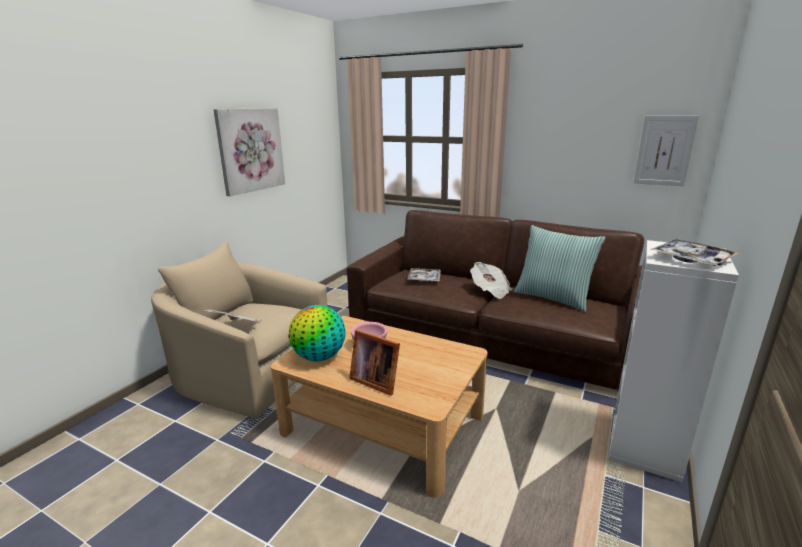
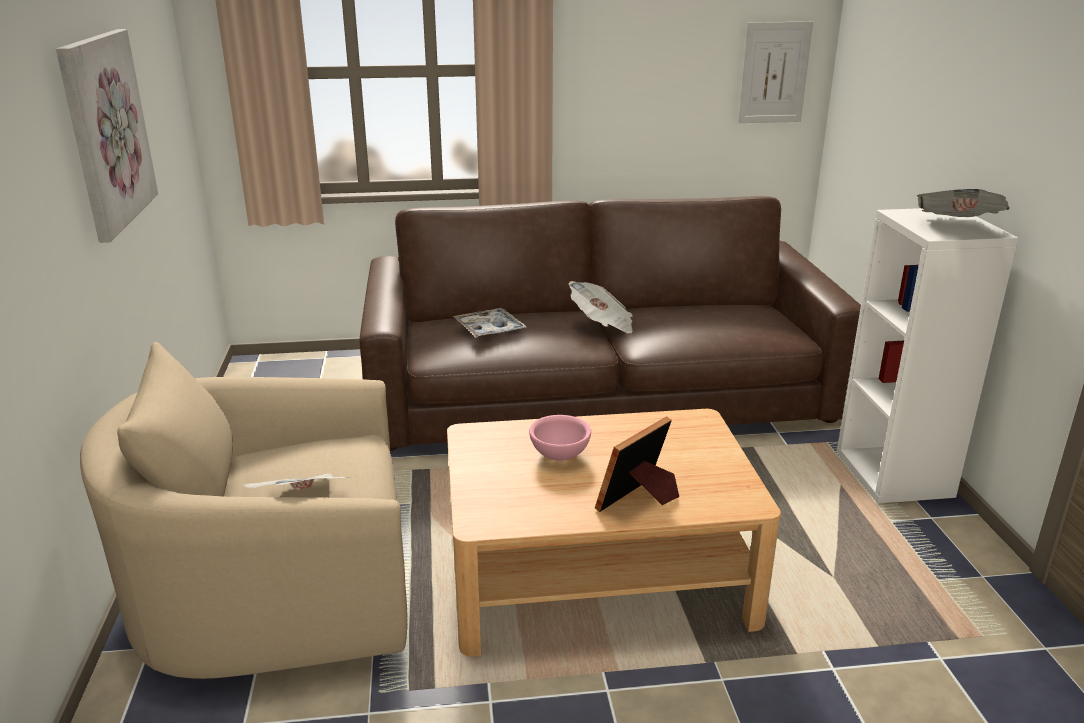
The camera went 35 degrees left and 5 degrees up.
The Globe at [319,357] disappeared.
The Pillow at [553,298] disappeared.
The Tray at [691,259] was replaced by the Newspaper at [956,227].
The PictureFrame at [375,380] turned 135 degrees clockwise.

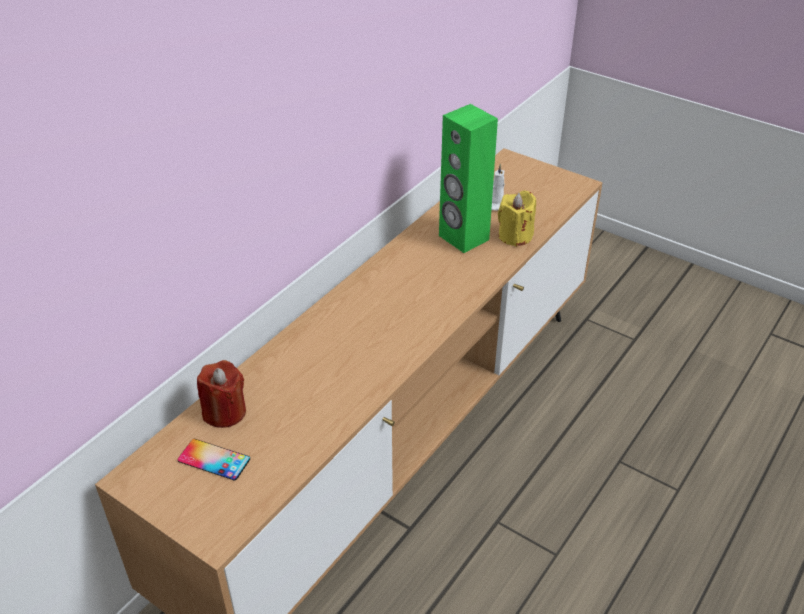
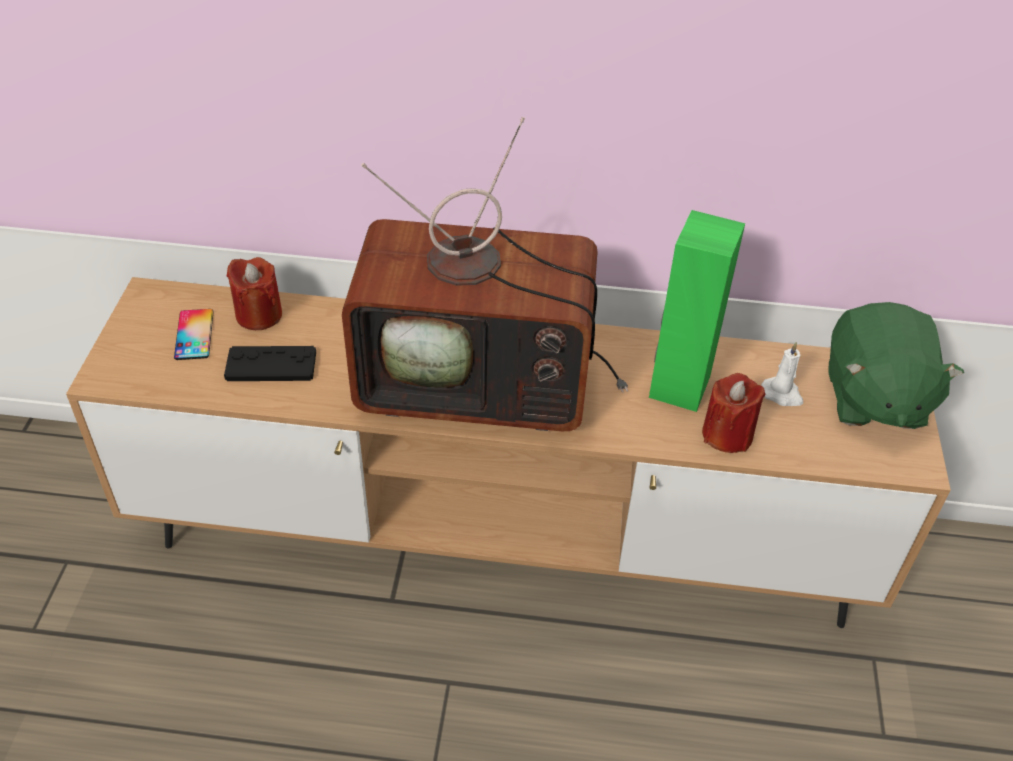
The camera went 60 degrees right and 5 degrees up.
The BlackGameController at [271,365] appeared.
The Television at [483,382] appeared.
The GreenPlushToy at [872,398] appeared.
The YellowCandle at [515,236] became the RedCandle at [727,434].

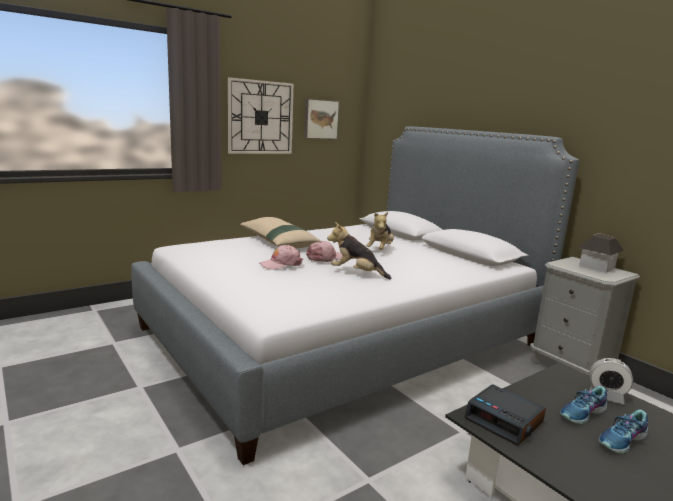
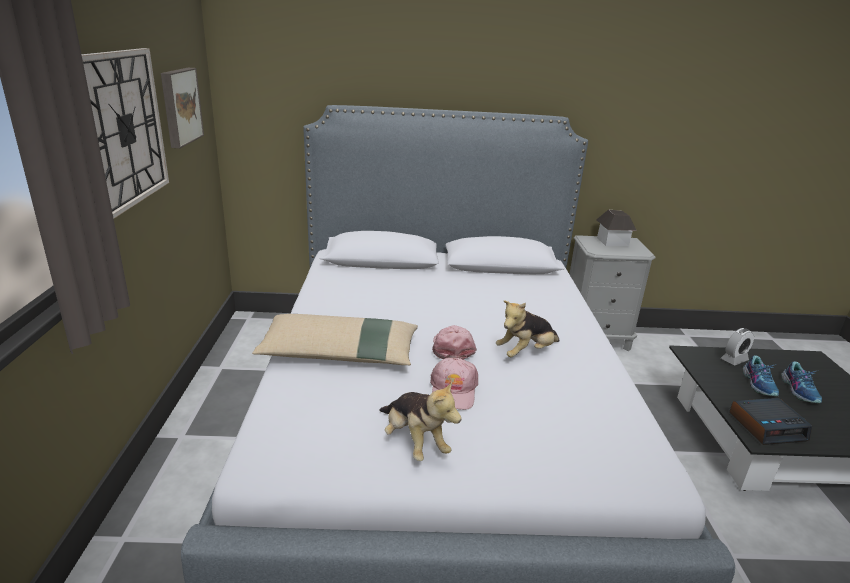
The camera went 55 degrees left and 10 degrees up.
The PlushToy moved from [380,250] to [414,442].

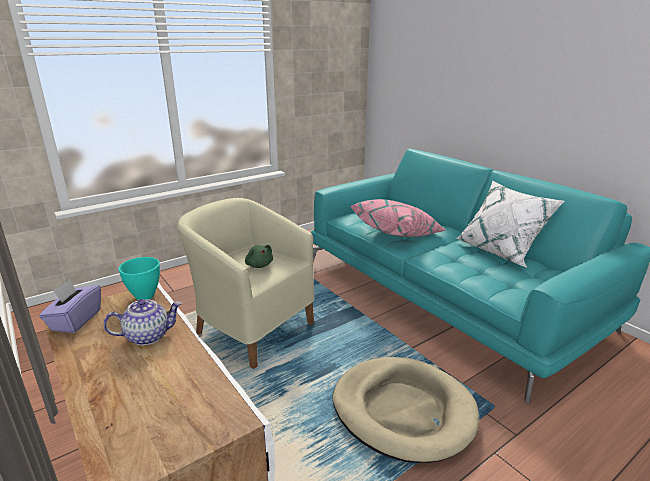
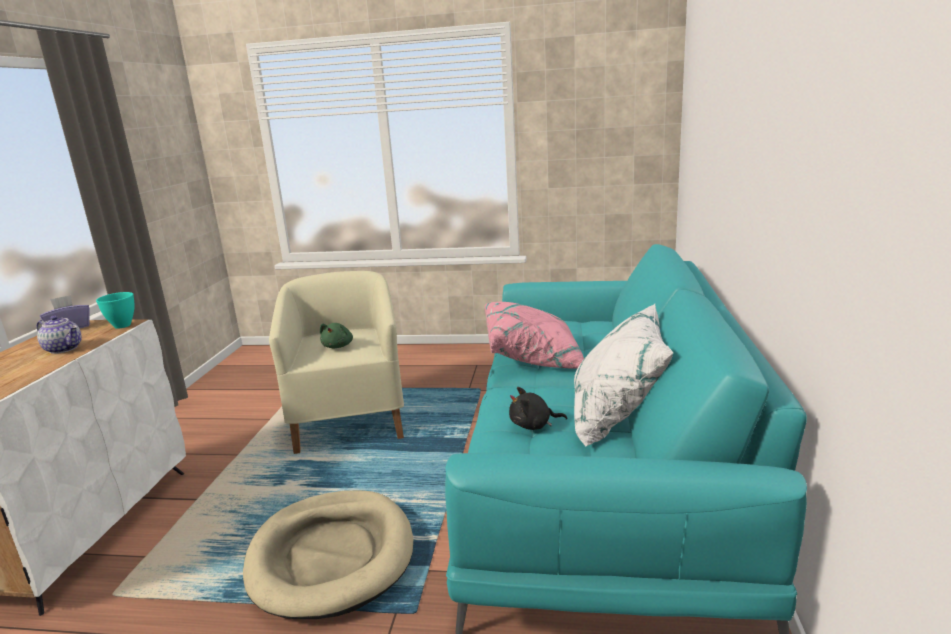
The camera went 45 degrees right and 5 degrees down.
The BlackPlushToy at [533,425] appeared.

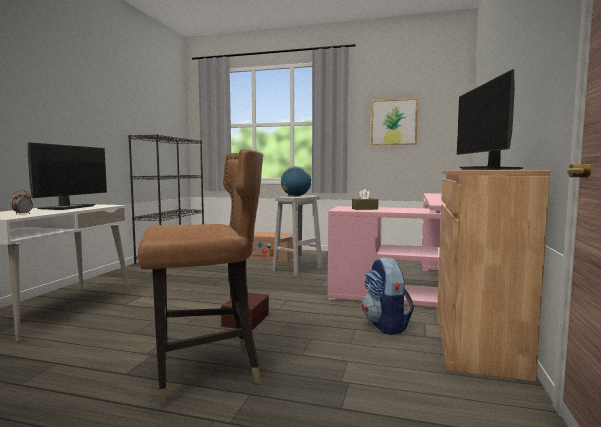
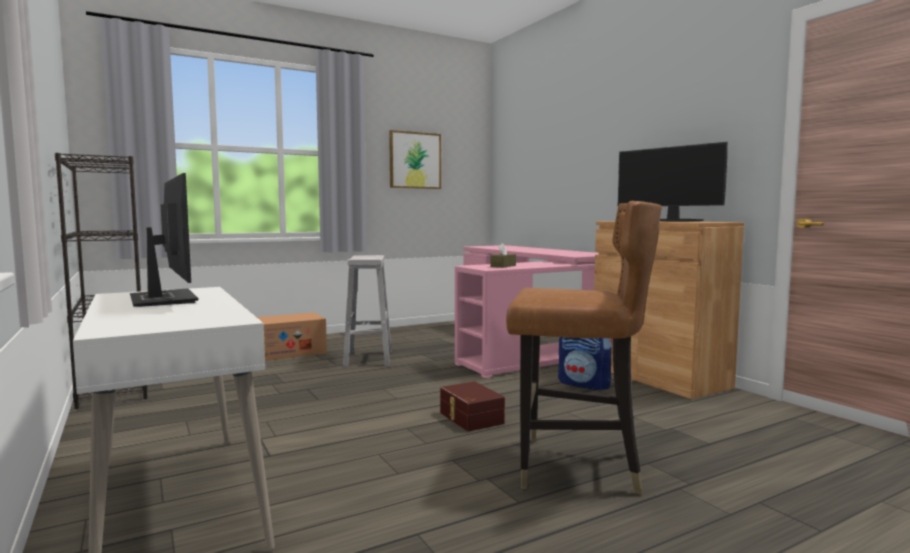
The camera went 45 degrees left and 0 degrees up.
The AlarmClock at [23,214] disappeared.
The Globe at [296,196] disappeared.
The BrownChair at [205,372] turned 75 degrees clockwise.

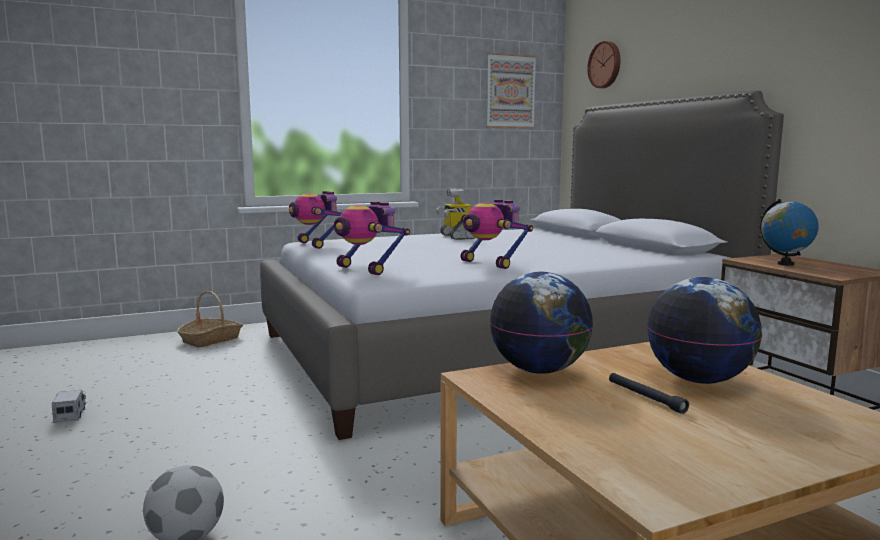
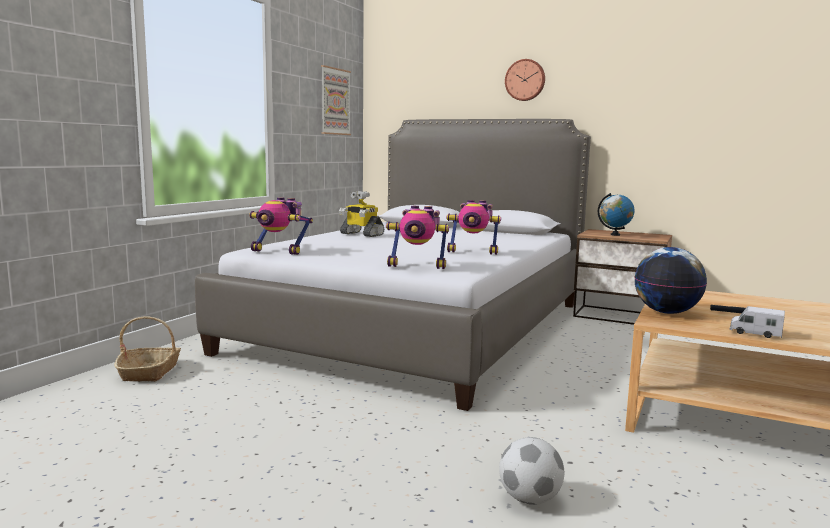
The camera went 40 degrees left and 0 degrees up.
The Globe at [699,380] disappeared.
The ToyTruck moved from [70,415] to [755,333].
The WallClock moved from [605,65] to [525,80].

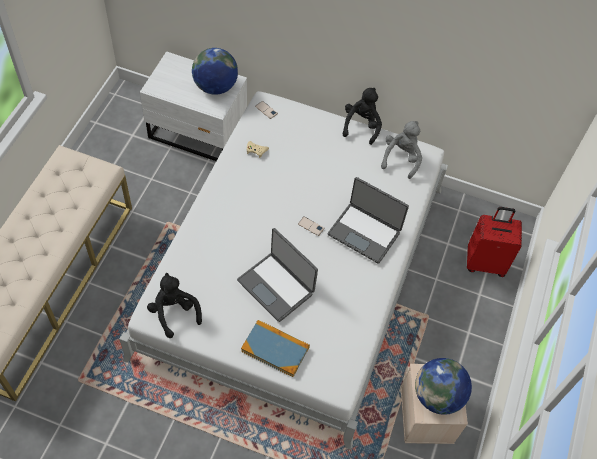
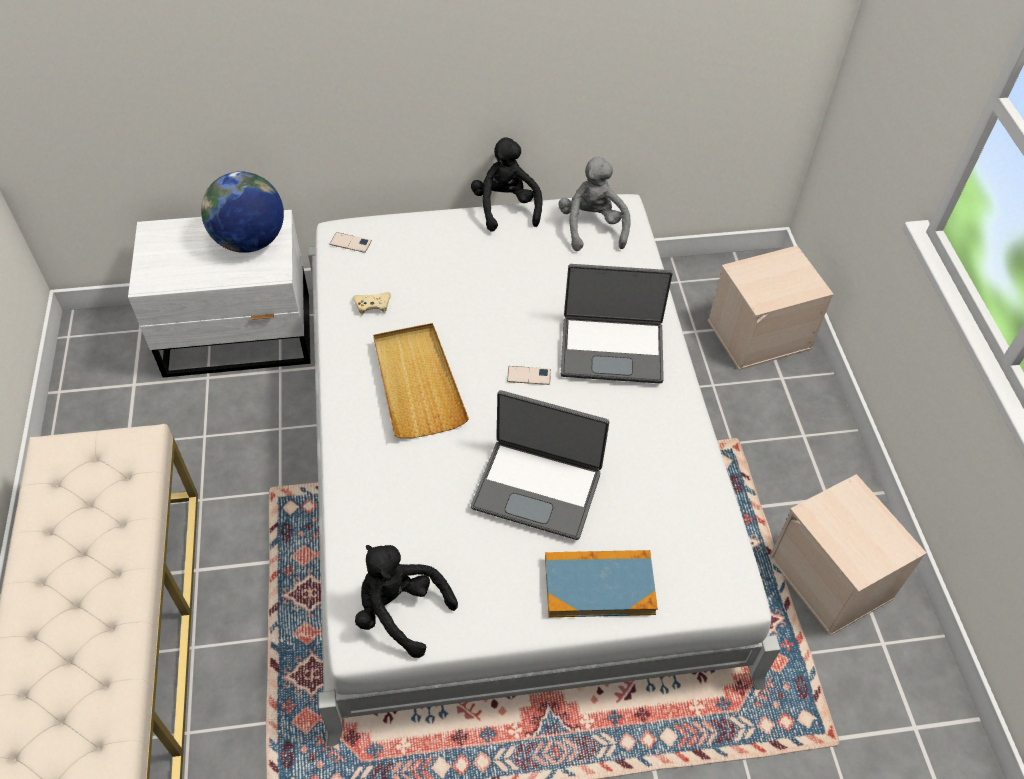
The camera went 25 degrees left and 5 degrees down.
The Globe at [437,396] disappeared.
The BeigeTray at [417,382] appeared.
The RedSuitcase at [485,262] was replaced by the BeigeStorageBox at [759,333].

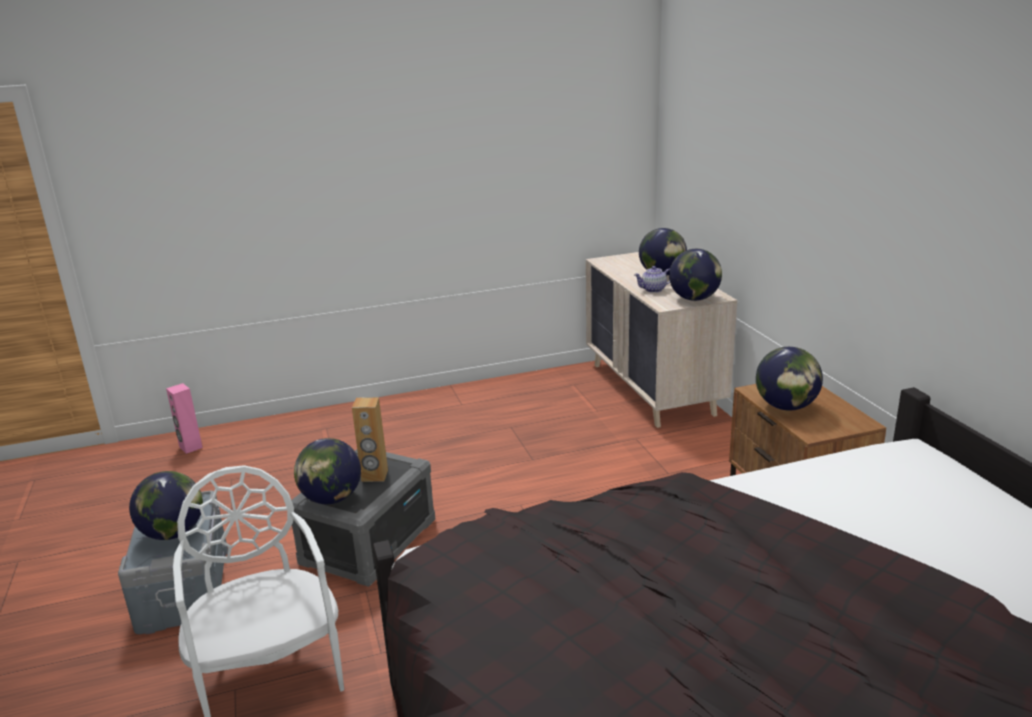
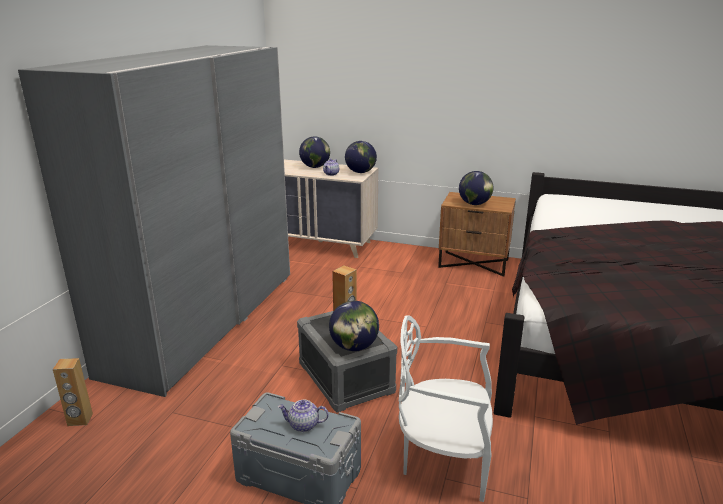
The camera went 55 degrees left and 0 degrees up.
The GreyWardrobe at [204,320] appeared.
The Globe at [173,533] was replaced by the Teapot at [303,425].
The PinkSpeaker at [190,447] became the BrownSpeaker at [80,420].

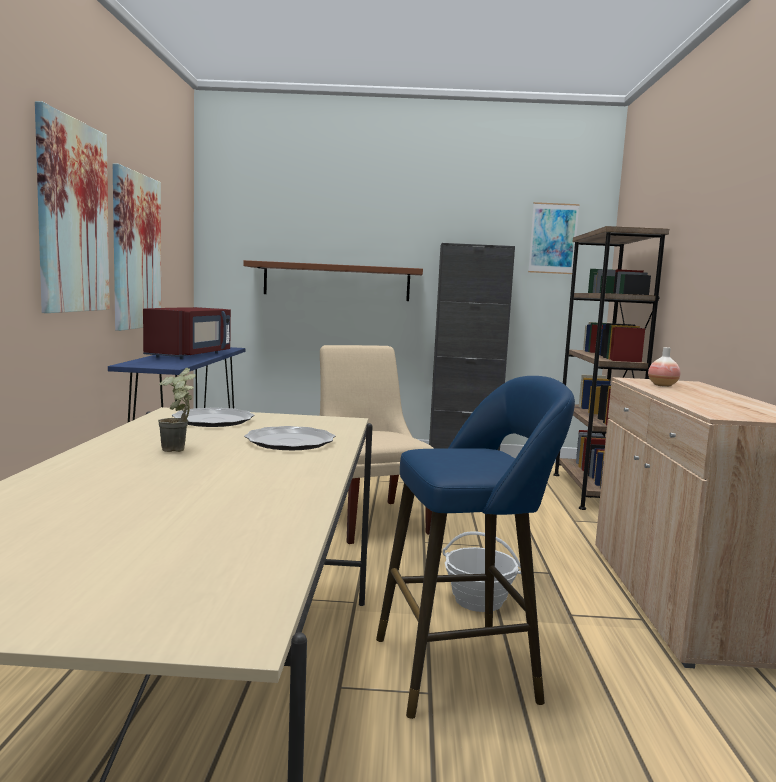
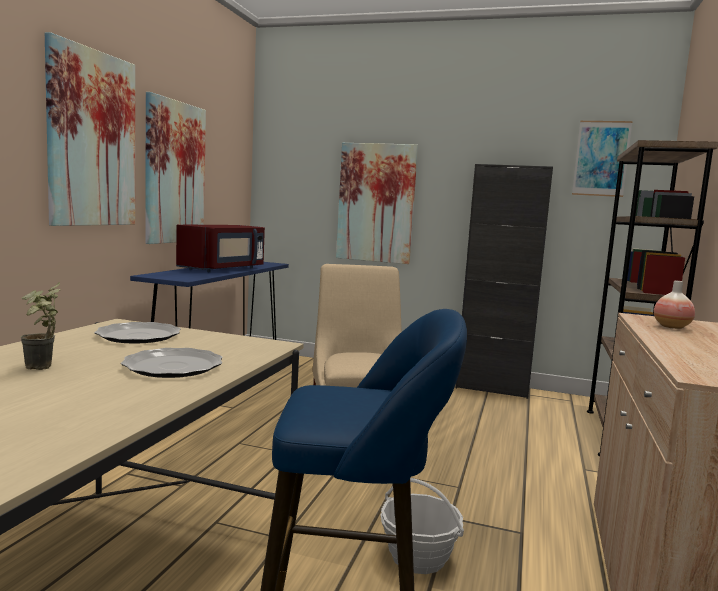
The camera went 15 degrees right and 0 degrees up.
The BrownShelf at [336,281] was replaced by the Picture at [376,203].

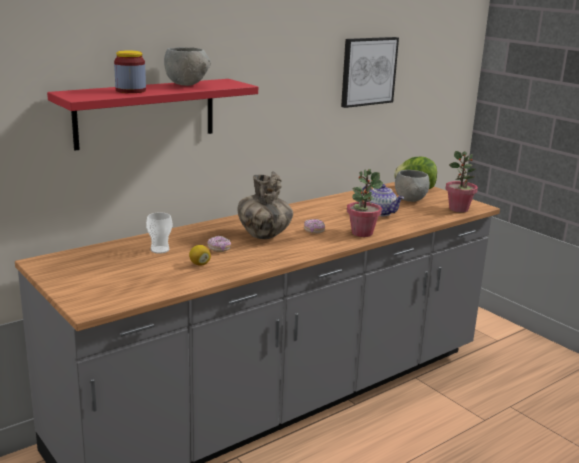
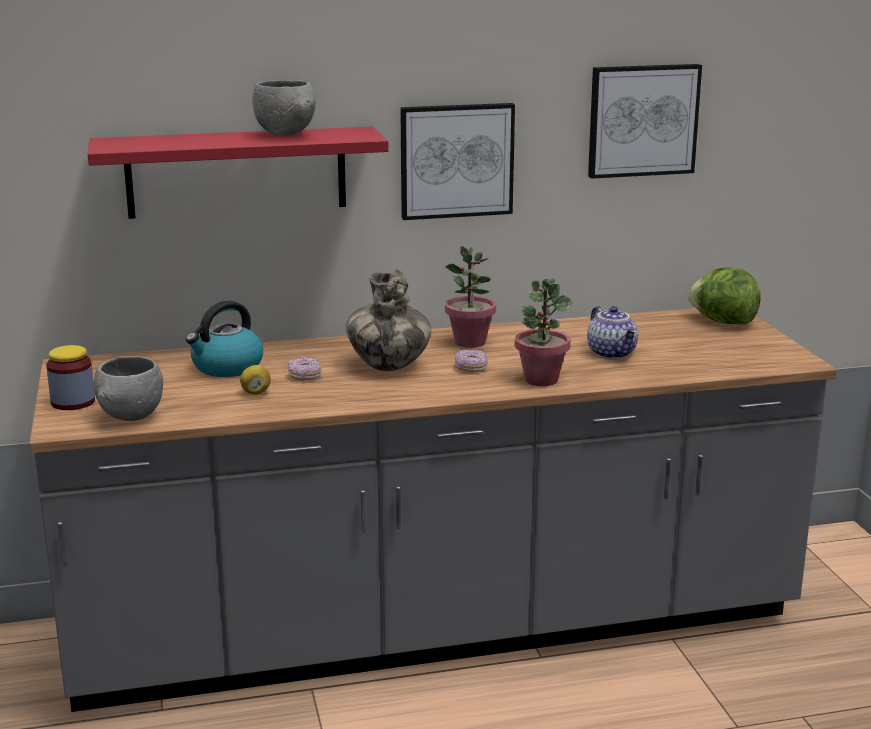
The camera went 25 degrees right and 0 degrees up.
The Picture at [456,160] appeared.
The Jar moved from [130,90] to [73,402].
The GreyBowl moved from [410,201] to [130,418].
The PottedPlant moved from [458,209] to [470,342].
The Cup at [160,250] was replaced by the Kettle at [227,367].

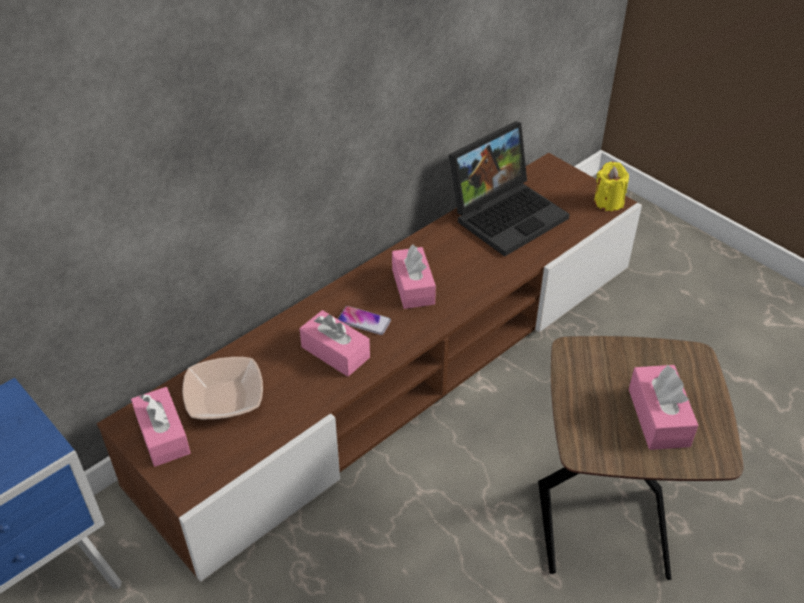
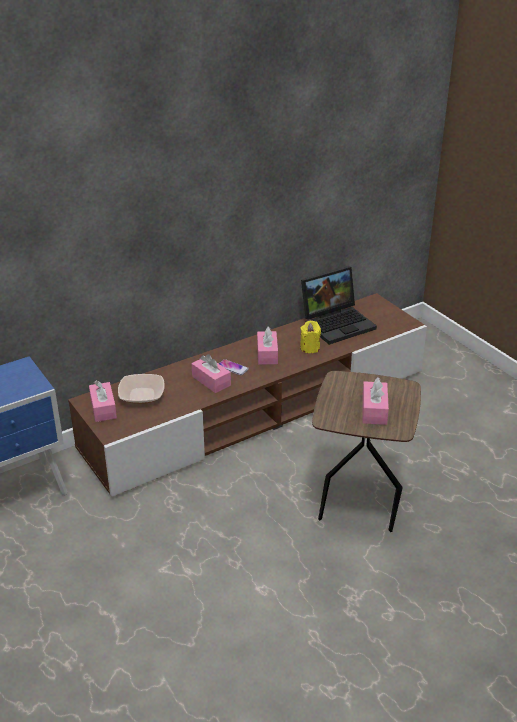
The camera went 10 degrees right and 10 degrees down.
The YellowCandle moved from [608,202] to [310,348].

